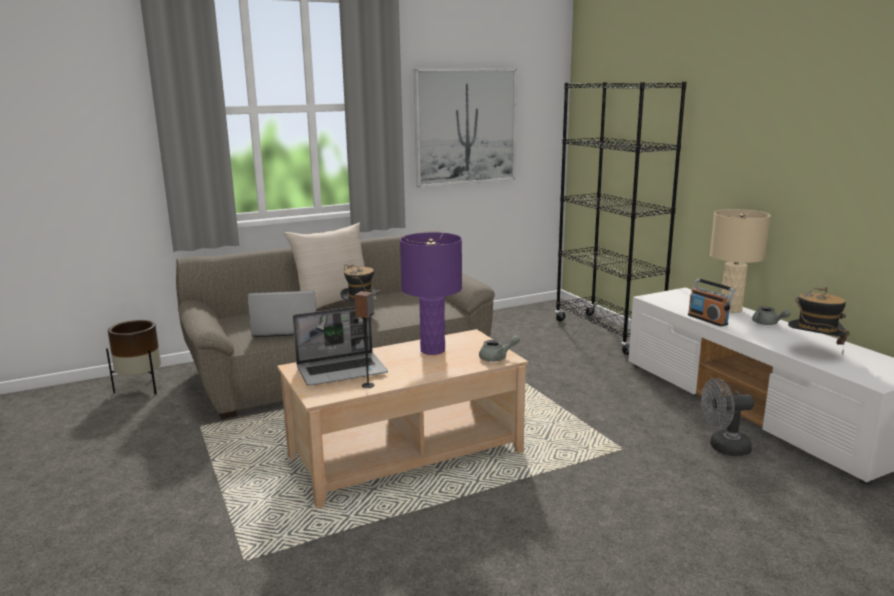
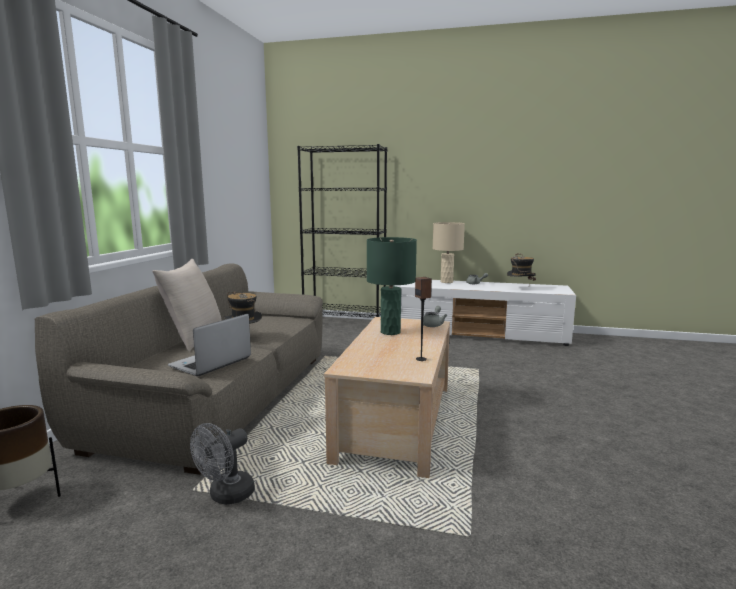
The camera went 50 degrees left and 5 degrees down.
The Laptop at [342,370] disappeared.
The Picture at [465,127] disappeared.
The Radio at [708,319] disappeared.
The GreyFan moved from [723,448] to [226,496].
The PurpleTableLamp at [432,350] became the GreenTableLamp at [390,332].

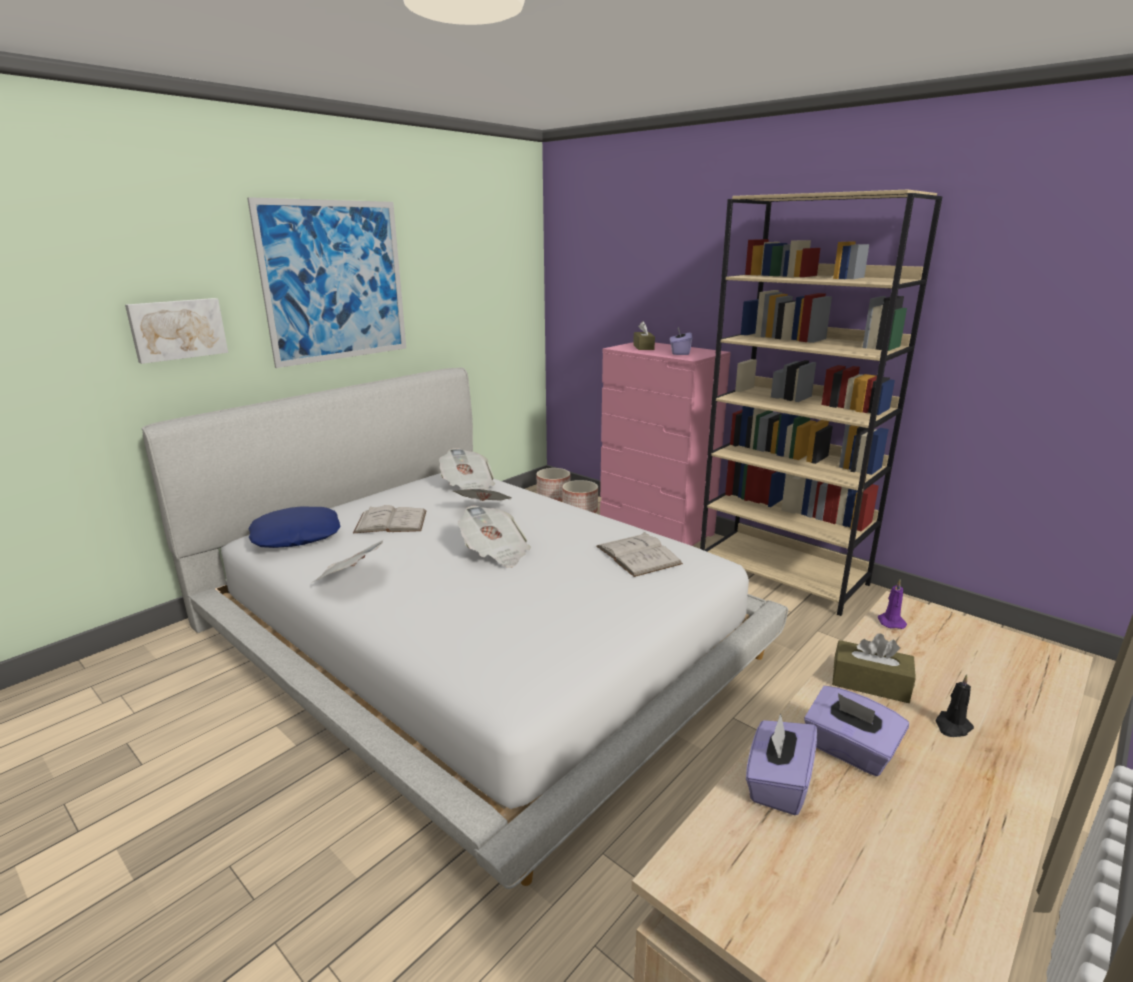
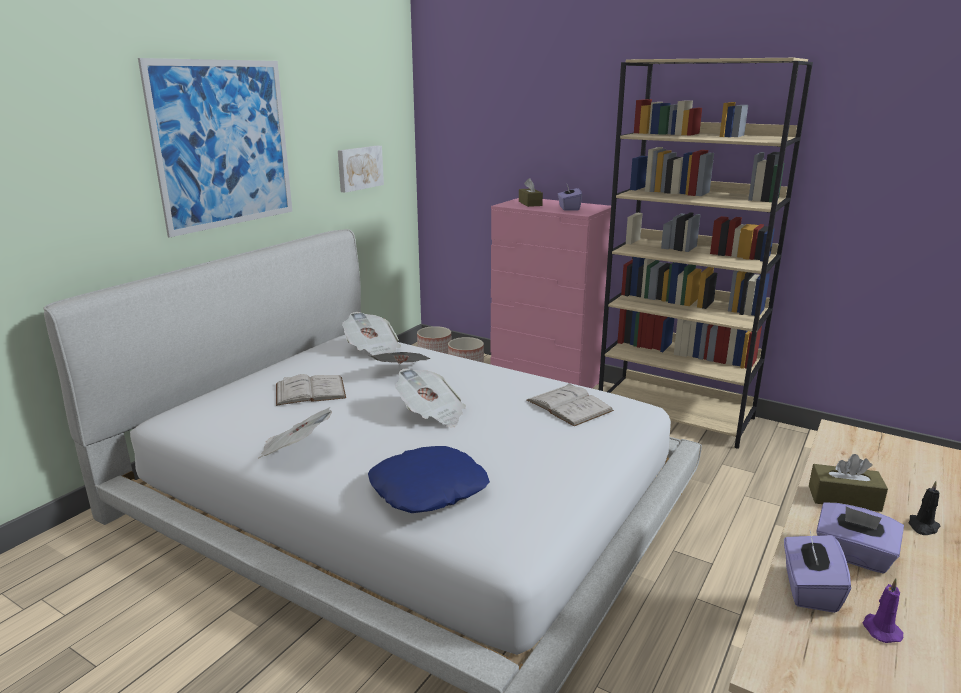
The camera went 10 degrees left and 0 degrees up.
The Picture moved from [177,329] to [359,168].
The BluePillow moved from [296,536] to [428,488].
The PurpleCandle moved from [890,622] to [880,629].

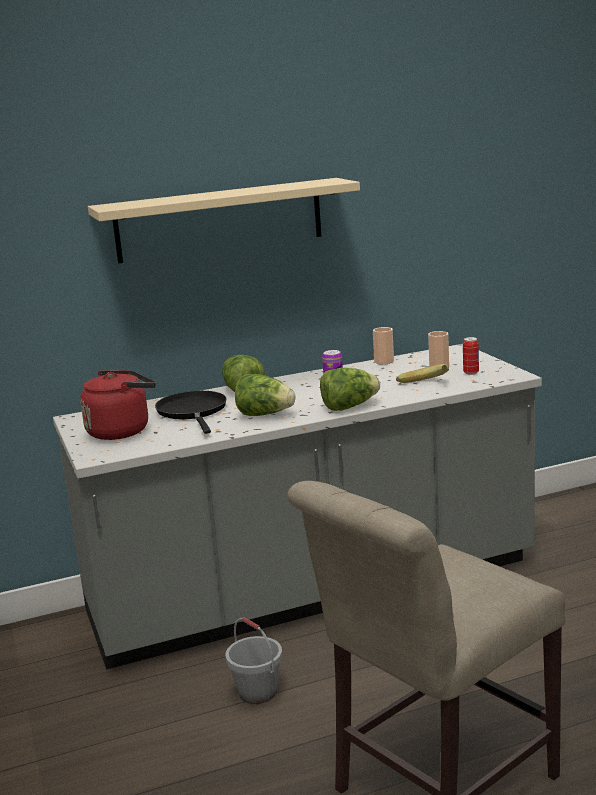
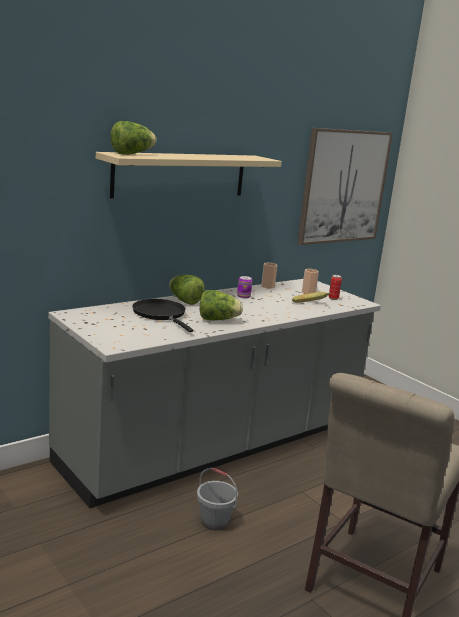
The camera went 20 degrees left and 0 degrees up.
The RedKettle at [122,431] disappeared.
The Picture at [344,186] appeared.
The Lettuce moved from [349,407] to [132,154].

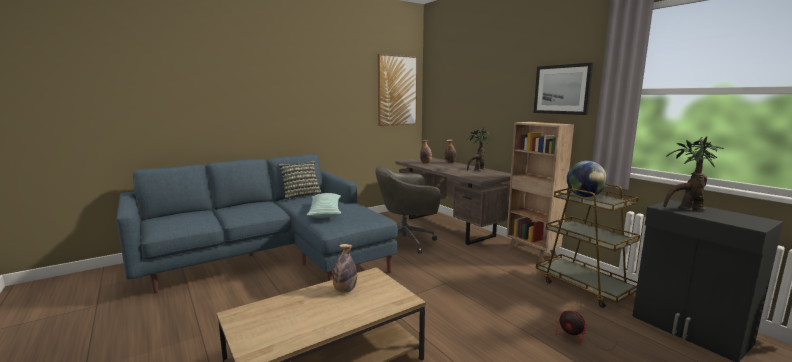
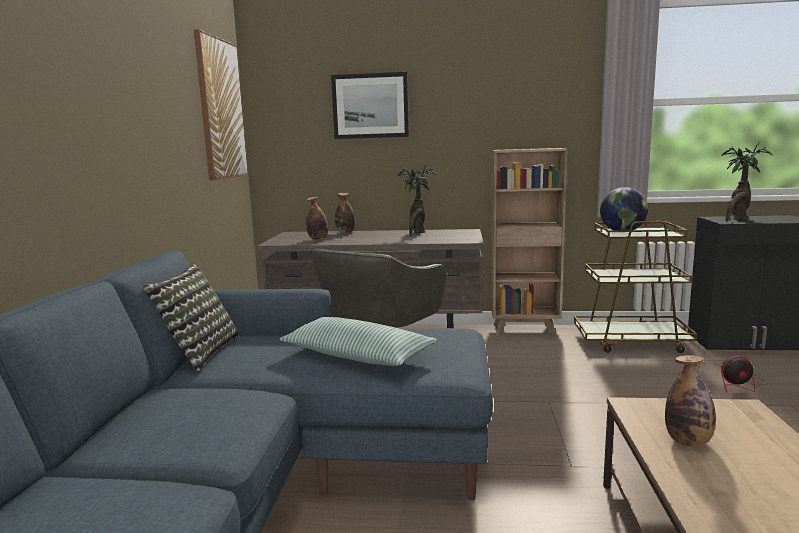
The camera went 50 degrees left and 0 degrees up.
The Picture moved from [562,89] to [370,106].

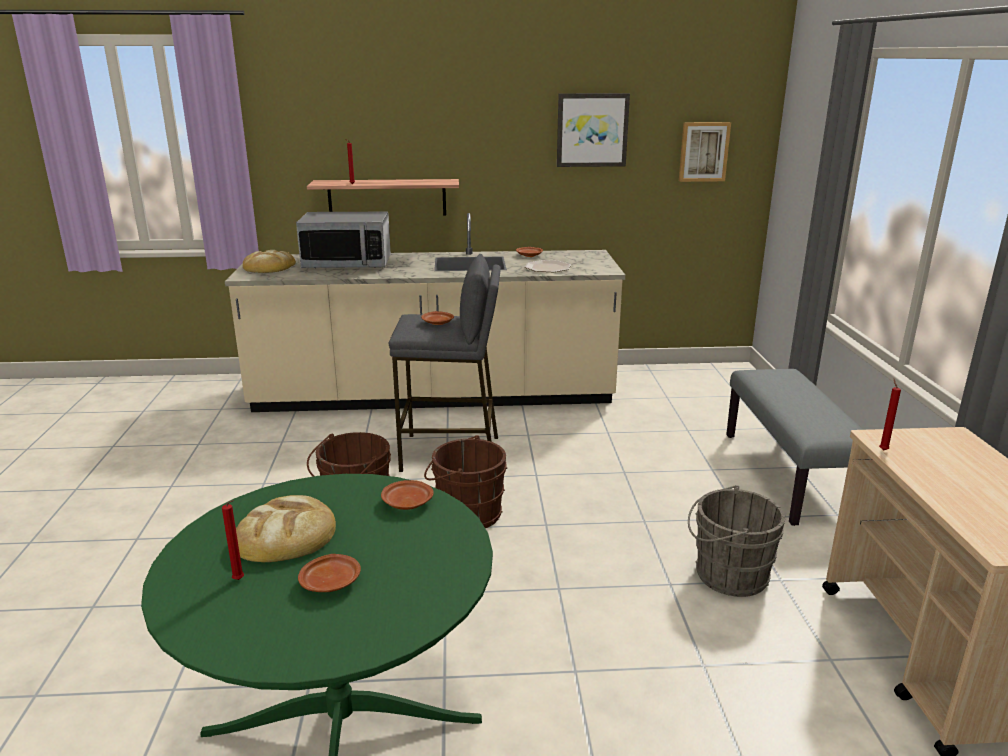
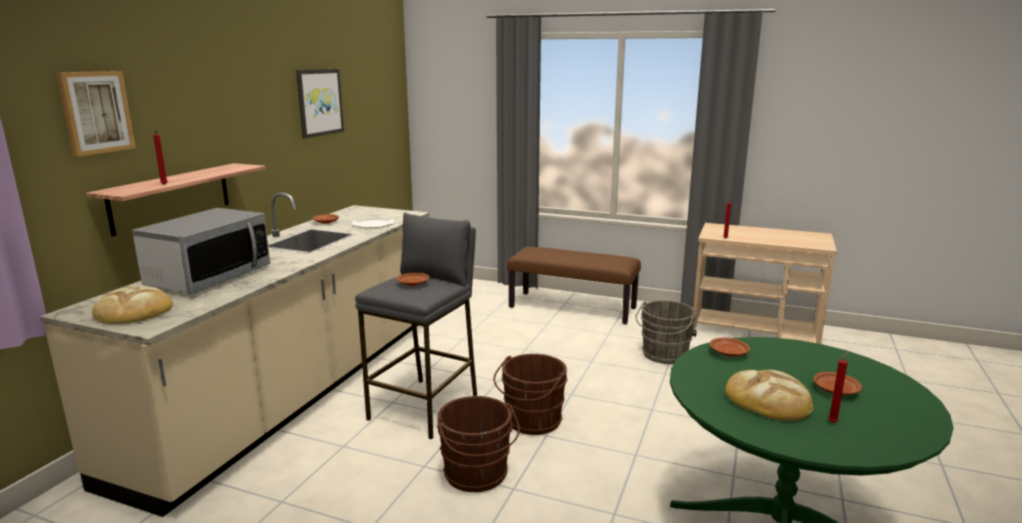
The camera went 65 degrees left and 5 degrees down.
The Picture moved from [703,152] to [96,112].
The GreyBench at [790,475] became the BrownBench at [573,307].

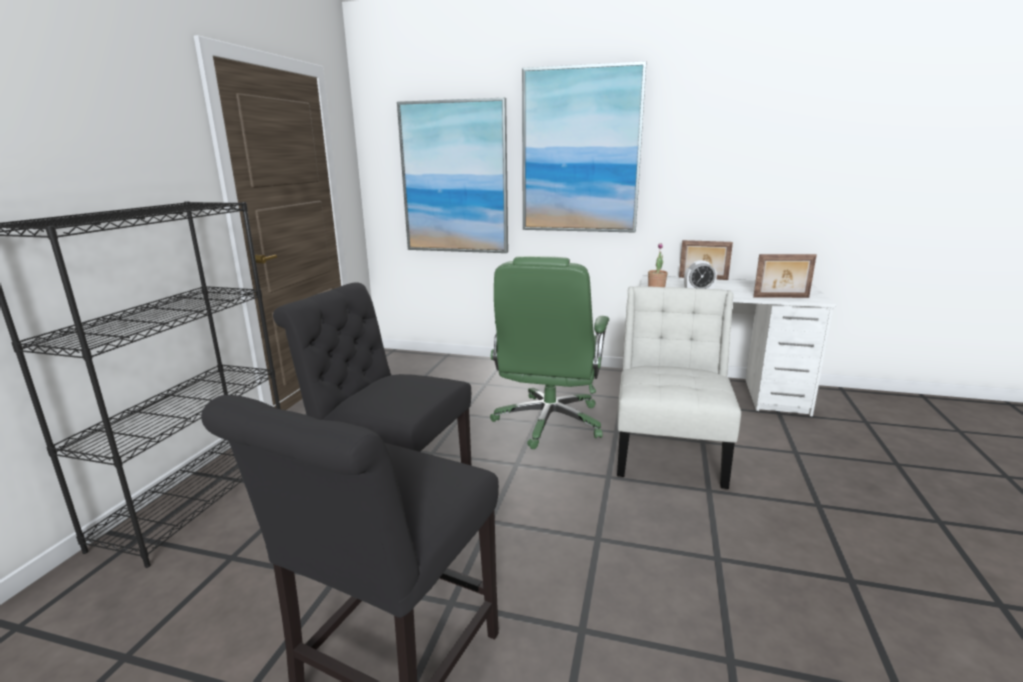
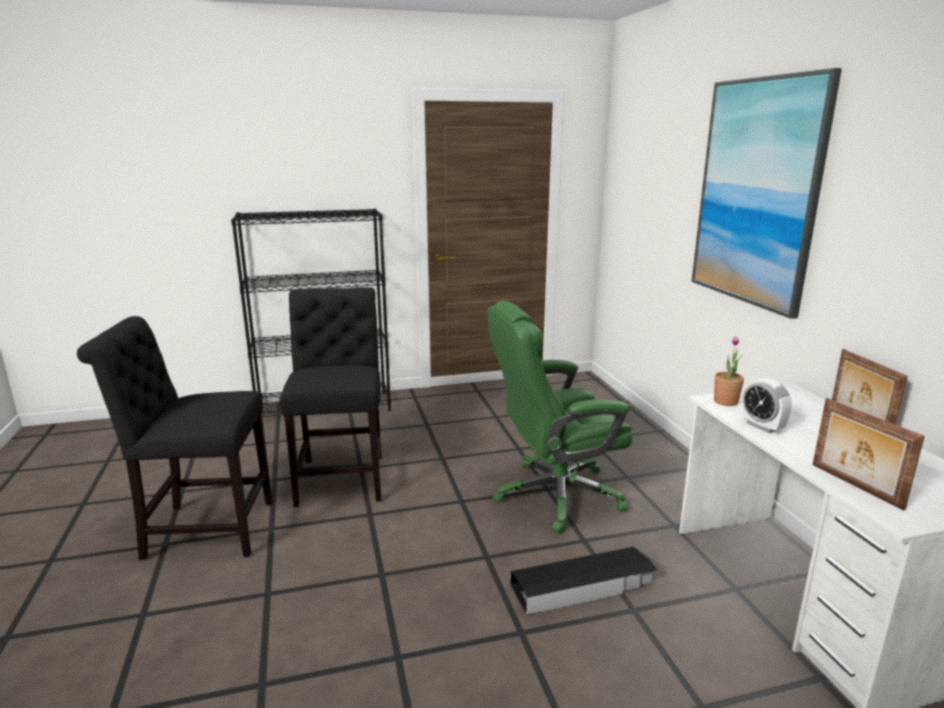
The camera went 60 degrees right and 0 degrees up.
The Picture at [454,178] disappeared.
The WhiteChair at [669,450] was replaced by the BlackStorageBox at [583,586].

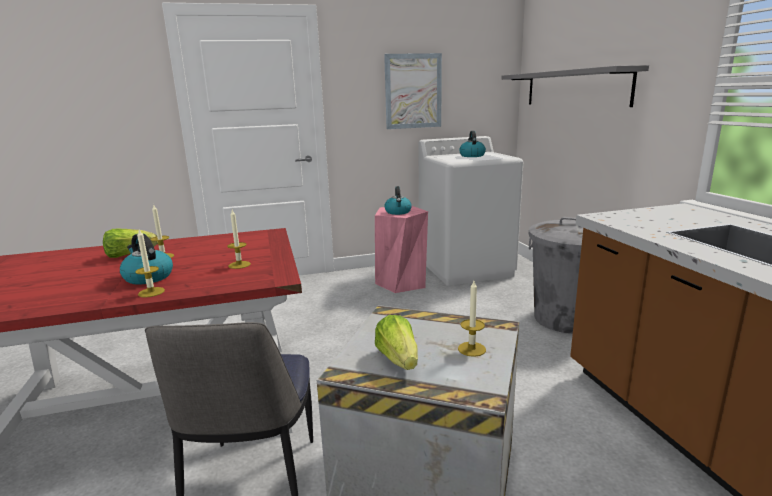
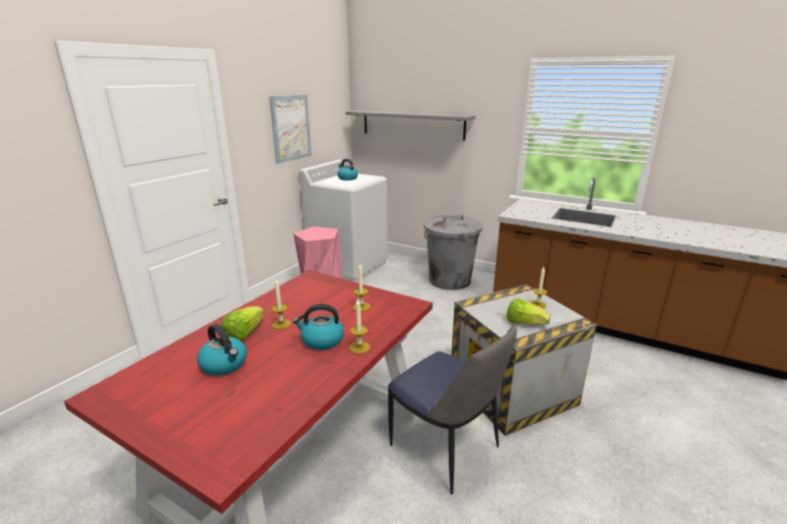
The camera went 45 degrees left and 5 degrees up.
The Kettle moved from [398,212] to [224,365].

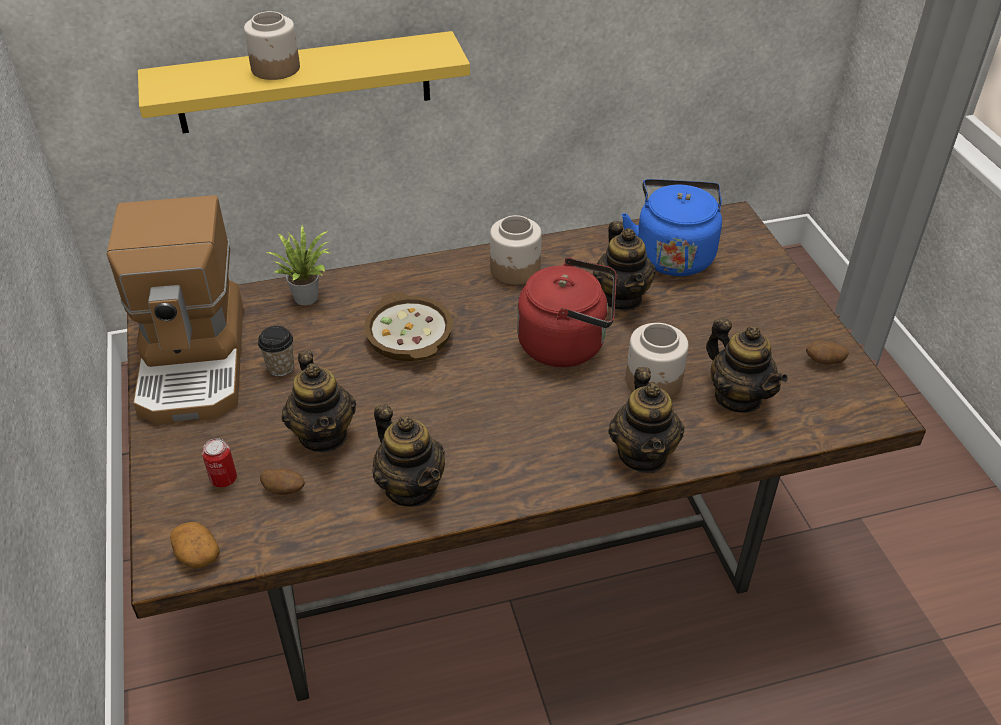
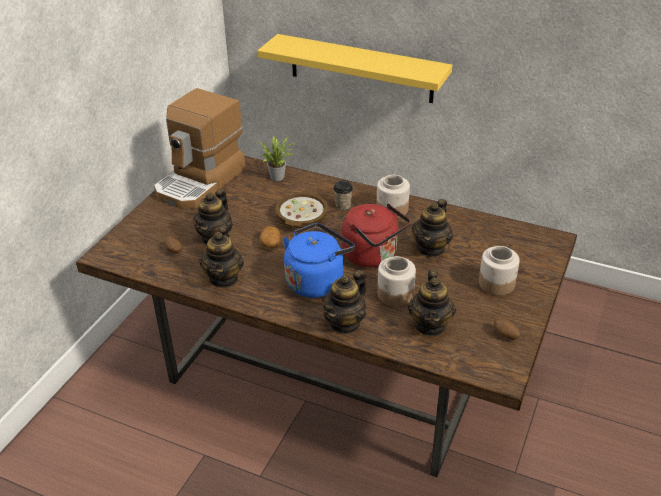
The camera went 40 degrees right and 5 degrees down.
The Can at [223,479] disappeared.
The Potato moved from [196,554] to [270,243].
The Jar moved from [276,68] to [497,283].
The Cup moved from [280,367] to [343,205].
The BlueKettle moved from [673,254] to [316,281].

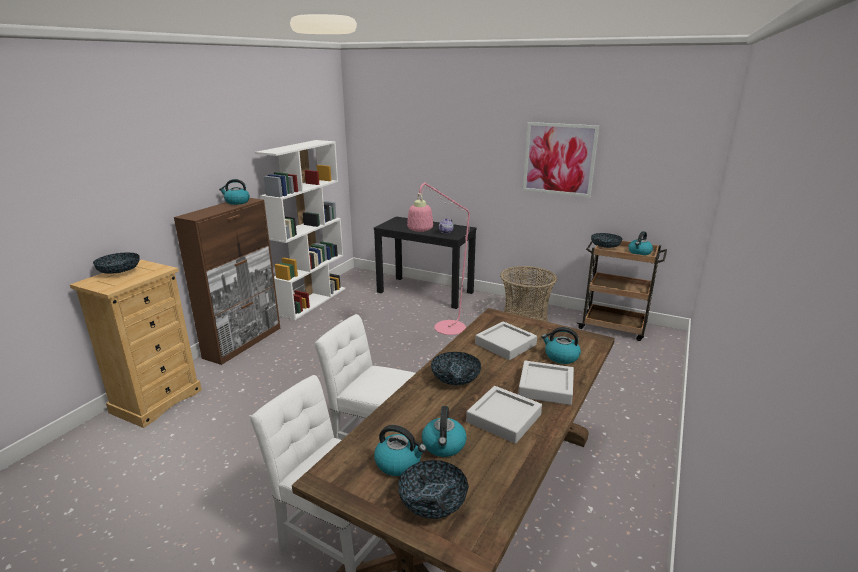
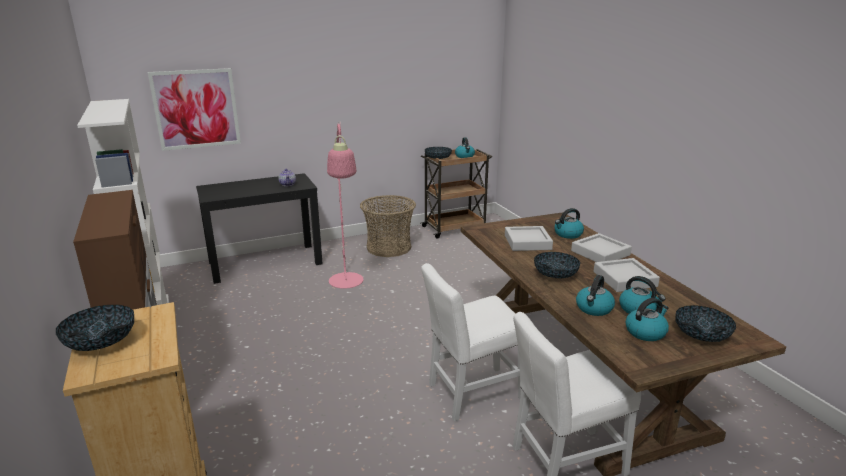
The camera went 50 degrees left and 0 degrees up.
The Kettle moved from [237,202] to [594,309].
The Picture moved from [559,159] to [196,109].

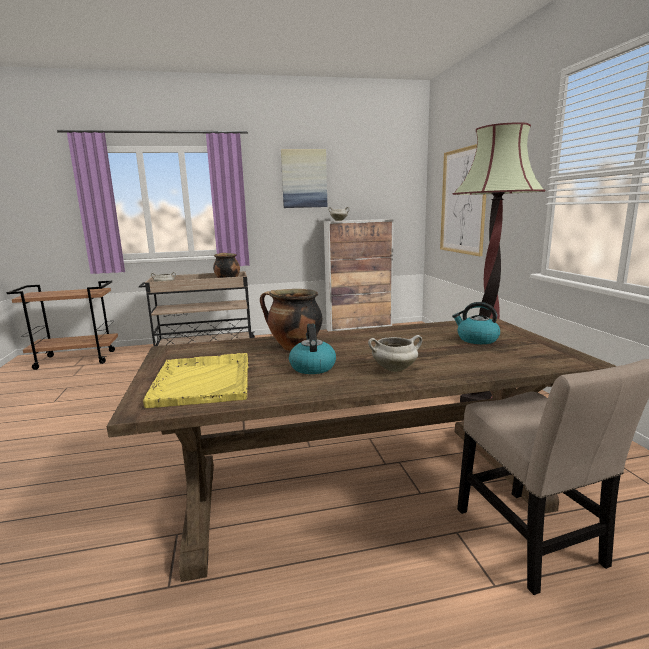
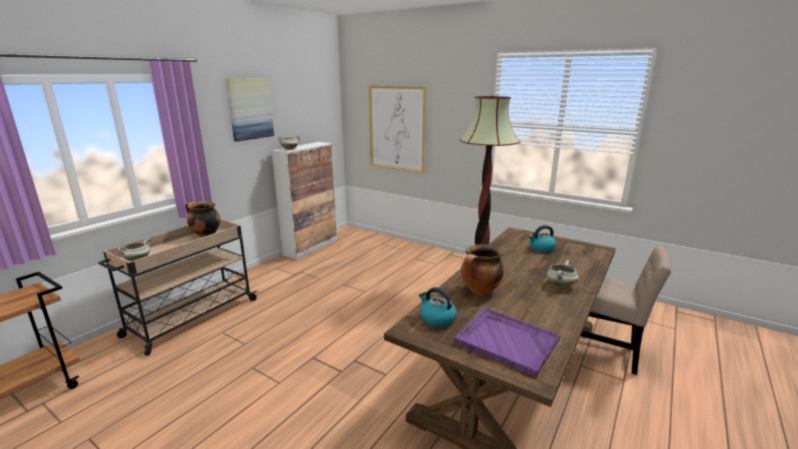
The camera went 45 degrees left and 5 degrees up.
The Kettle moved from [312,367] to [437,319].
The YellowTray at [203,381] became the PurpleTray at [506,341].

